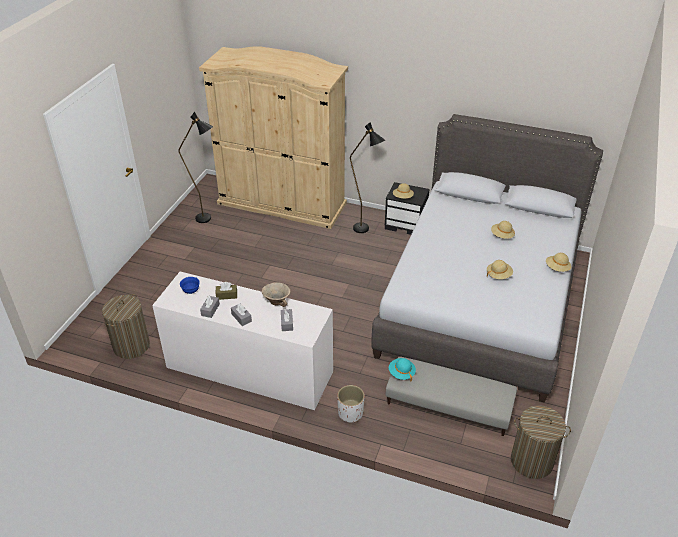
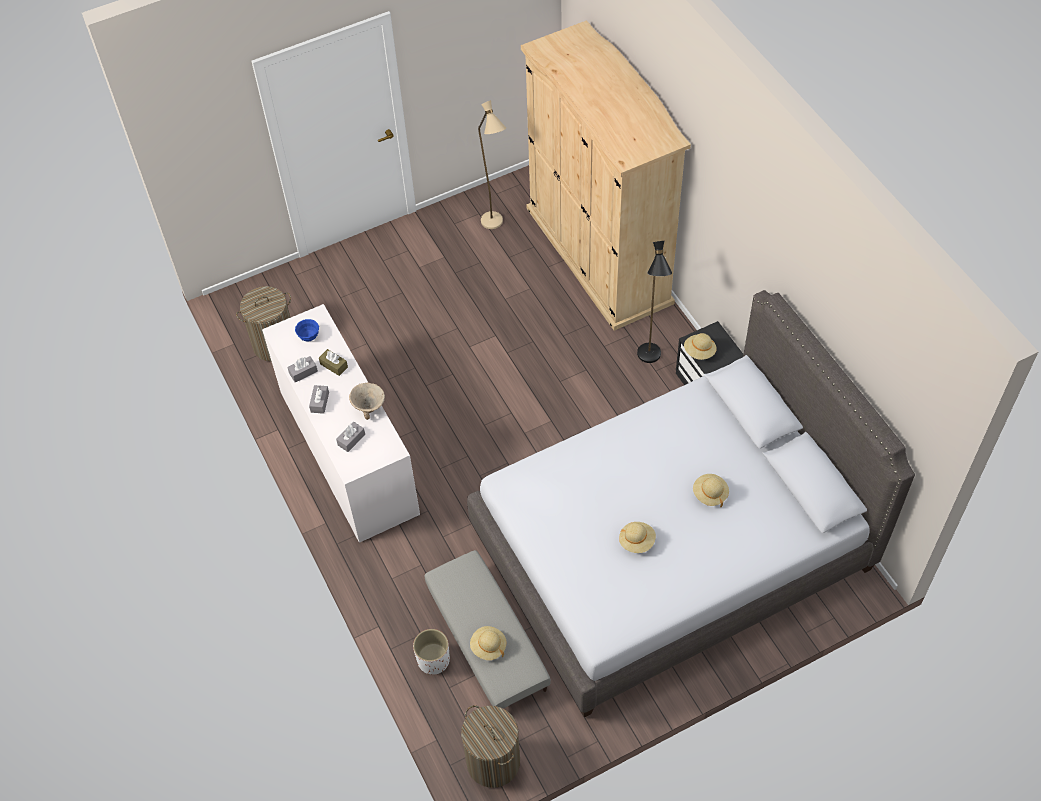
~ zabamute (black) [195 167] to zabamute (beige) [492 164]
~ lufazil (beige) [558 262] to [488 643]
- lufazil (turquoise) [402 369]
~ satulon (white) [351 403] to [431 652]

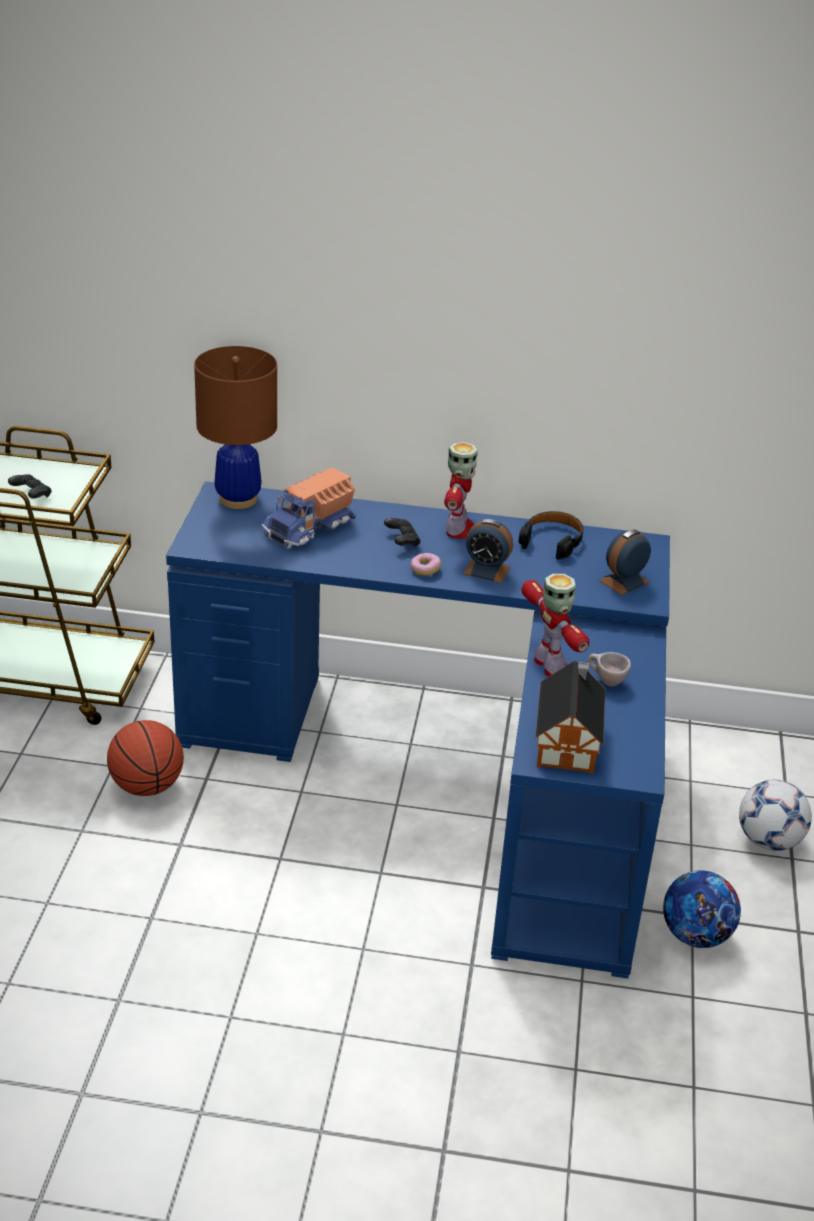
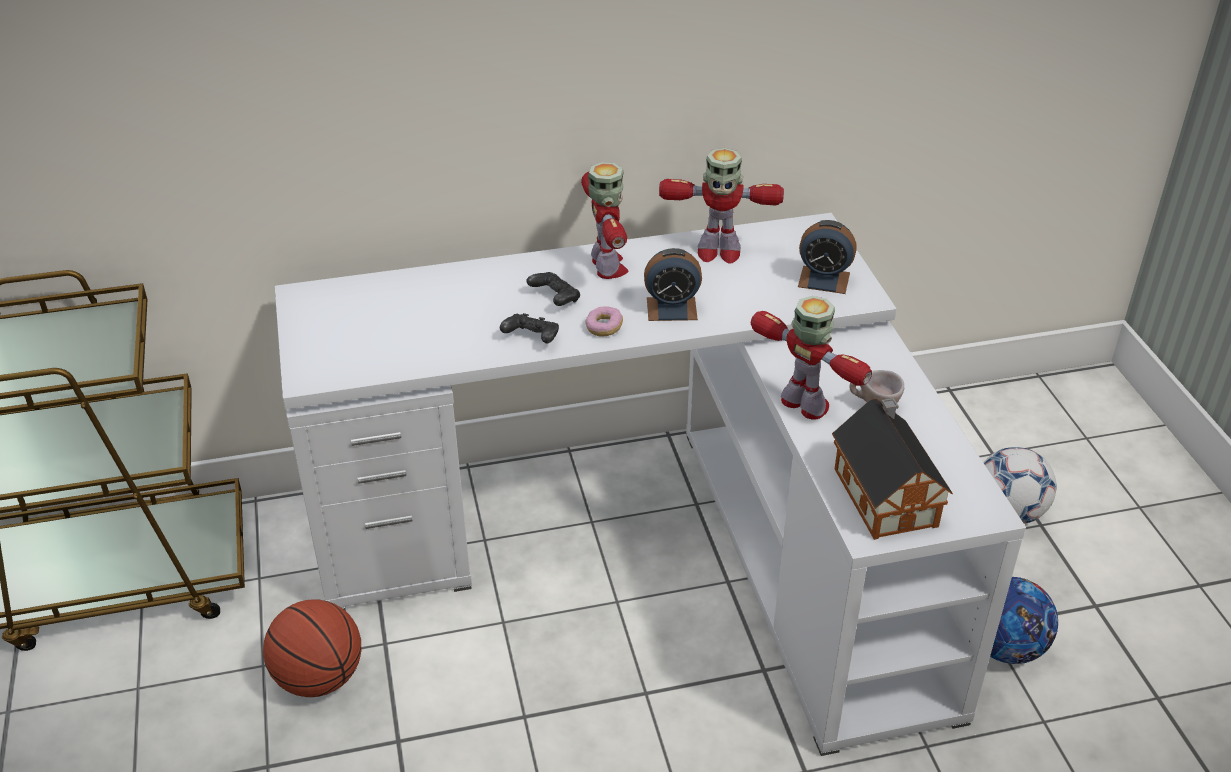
- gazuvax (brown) [235 427]
- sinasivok [308 508]
~ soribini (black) [30 486] to [529 328]
~ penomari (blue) [418 729] to penomari (white) [650 484]
~ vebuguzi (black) [551 535] to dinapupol [721 206]
~ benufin [625 562] = [827 257] 105 degrees counterclockwise

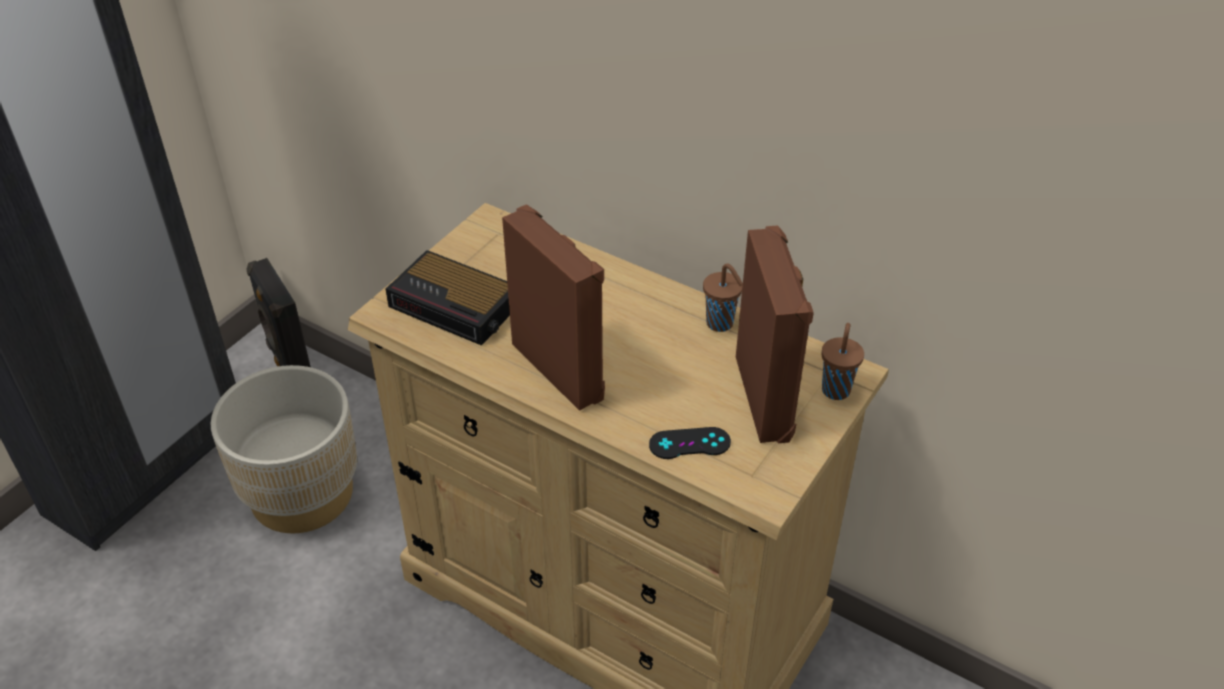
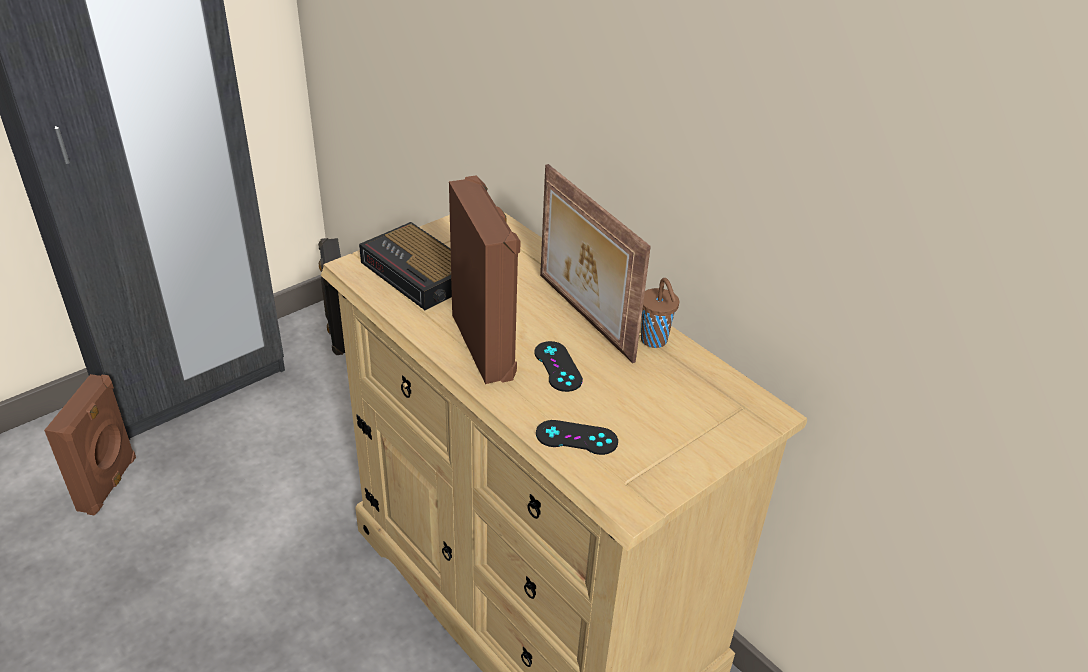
~ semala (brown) [775 334] to [90 444]
- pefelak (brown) [843 361]
- satulon (beige) [284 449]
+ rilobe [595 263]
+ soribini (black) [558 366]

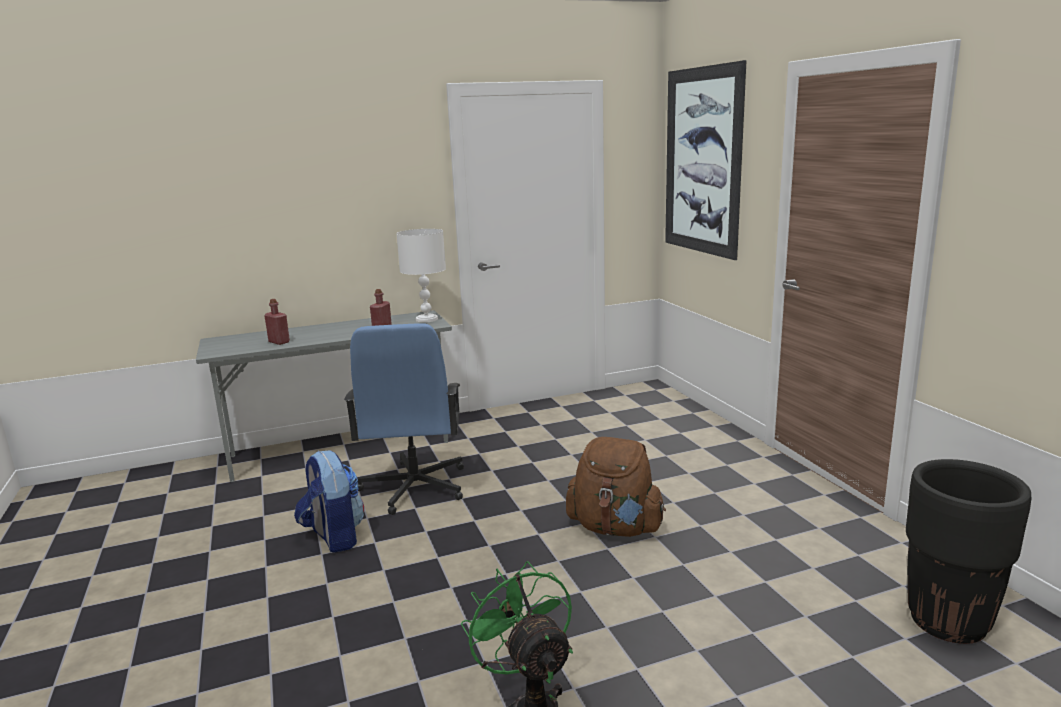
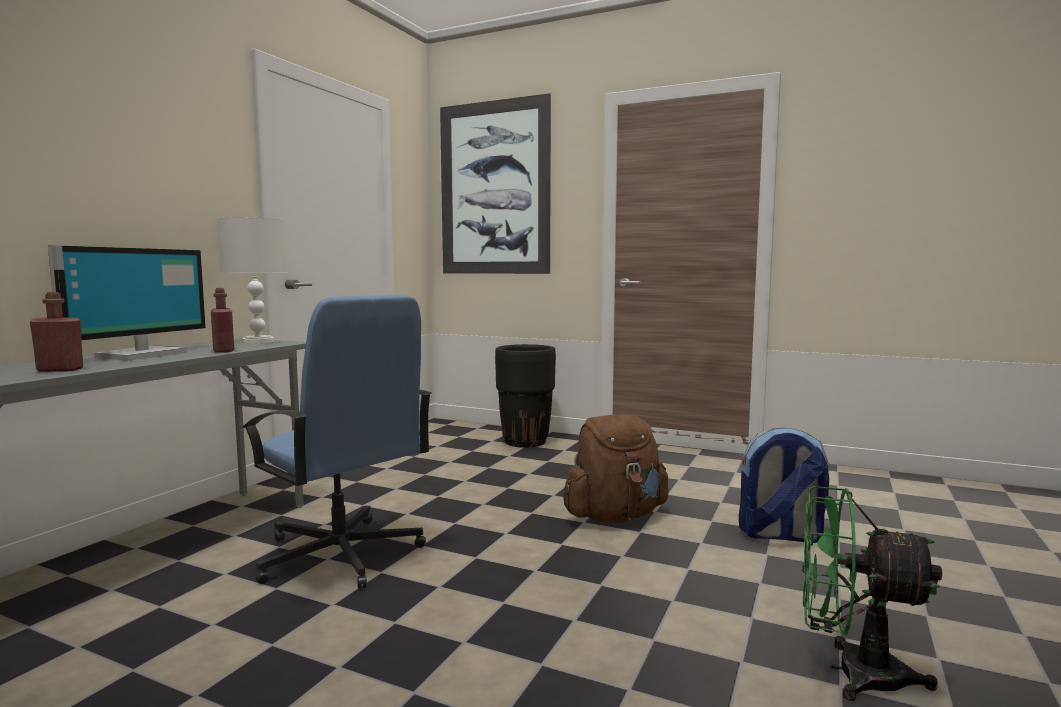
~ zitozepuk [329 501] to [784 485]
~ satulon (black) [968 551] to [525 396]
+ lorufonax [127 303]

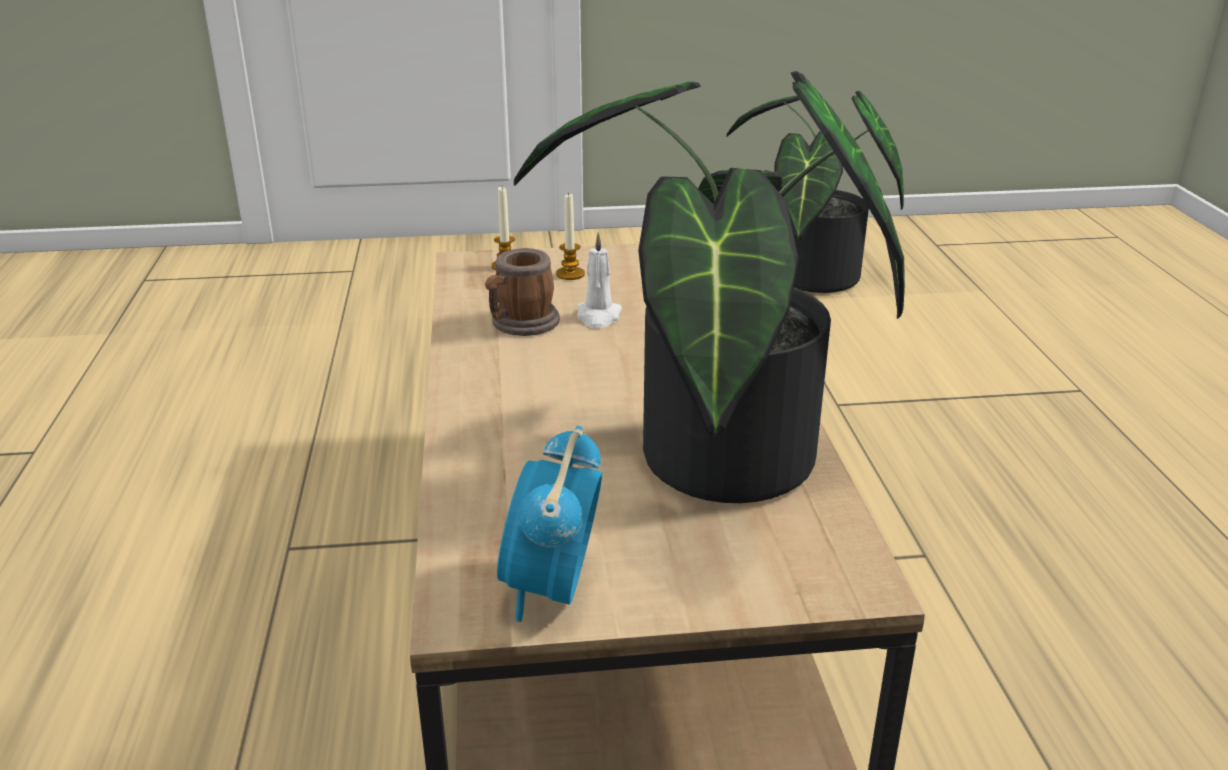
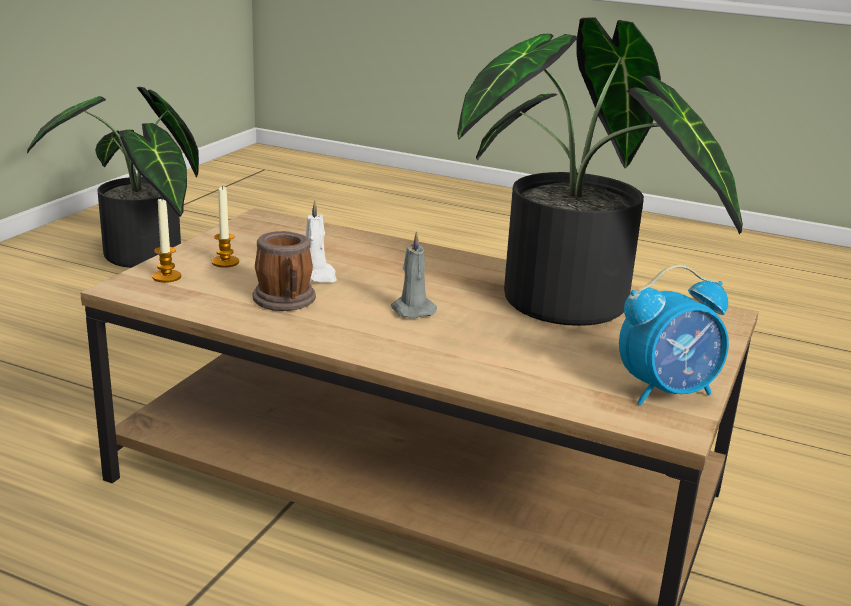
~ benufin [550 524] = [674 334] 60 degrees counterclockwise
+ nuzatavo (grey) [414 274]

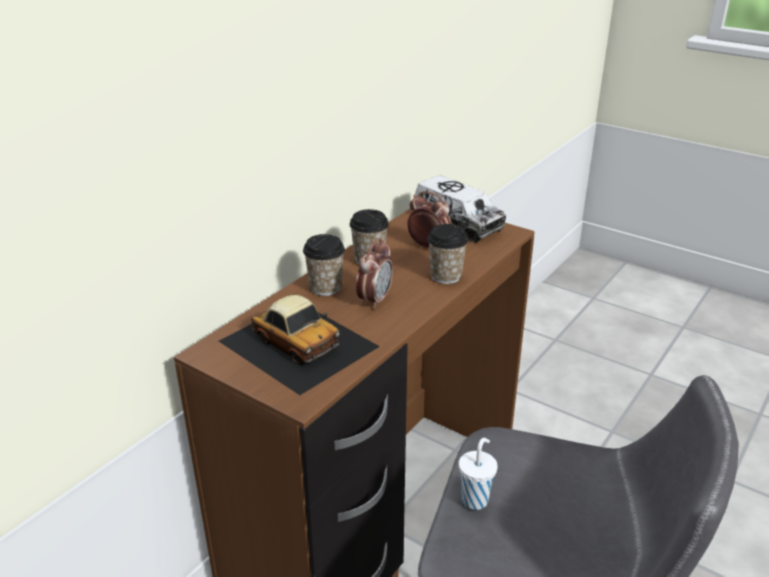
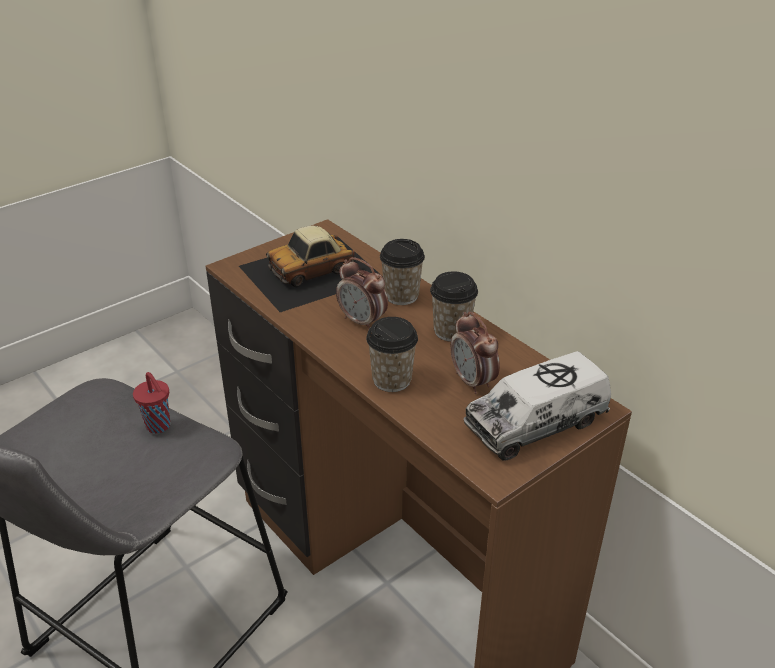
~ benufin [429 219] = [475 353] 105 degrees clockwise
~ pefelak (white) [478 474] to pefelak (red) [151 402]

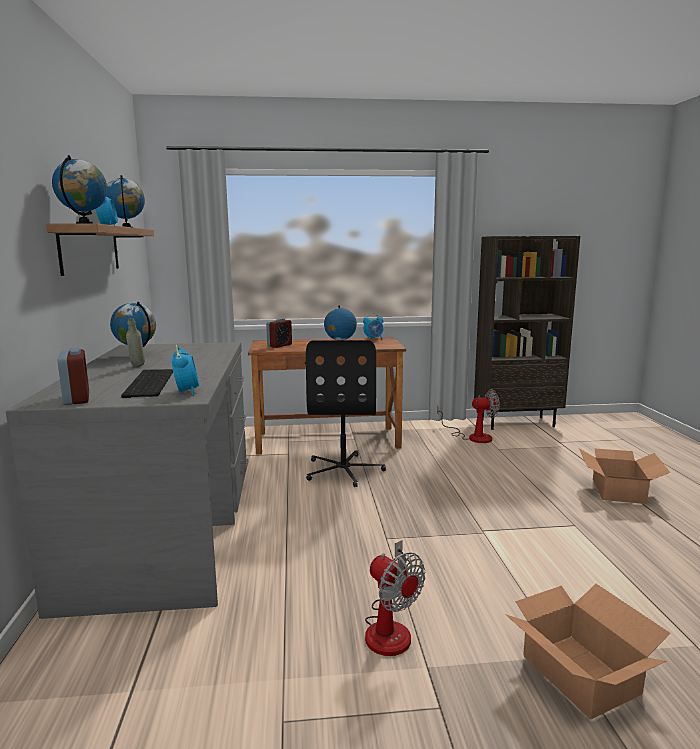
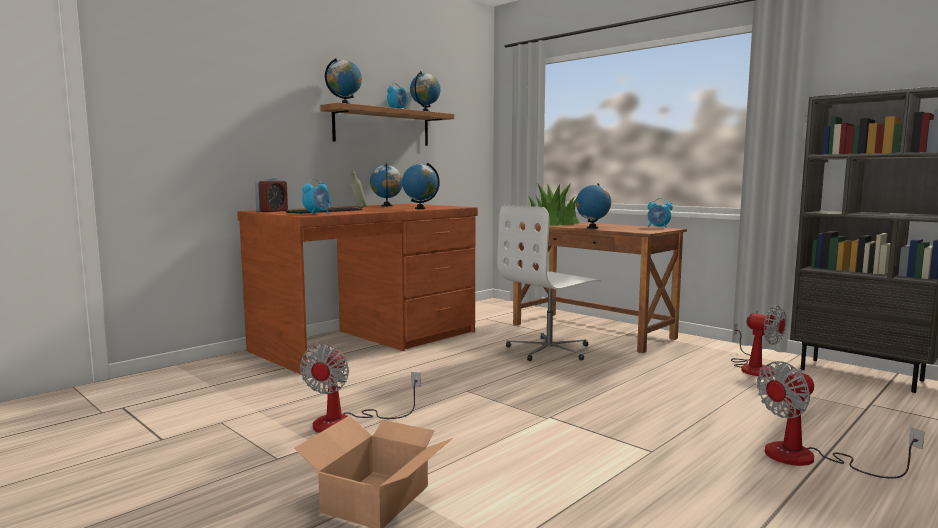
~ benufin [279 333] to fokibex [554 204]
~ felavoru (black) [346 413] to felavoru (white) [549 283]
~ penomari (grey) [127 480] to penomari (brown) [357 289]
~ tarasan [624 476] to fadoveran [841 420]
+ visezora [421 186]

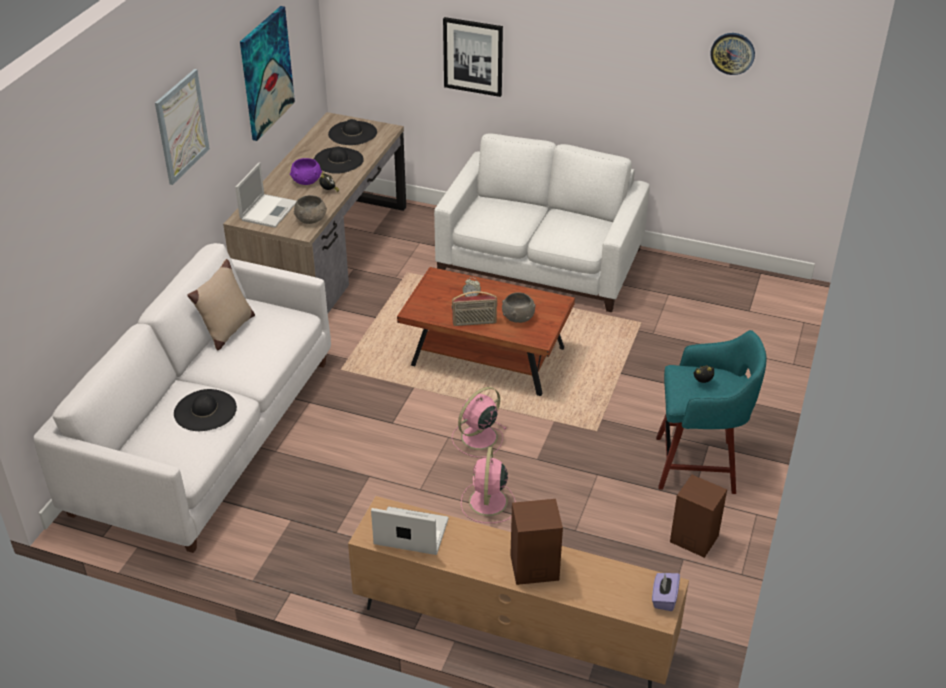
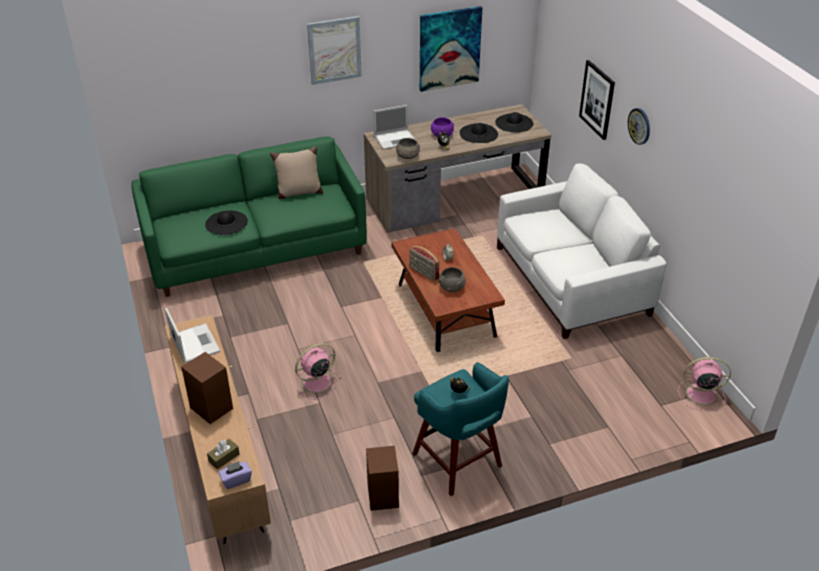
~ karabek [732 54] to [639 126]
~ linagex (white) [182 398] to linagex (green) [249 216]
~ fadoveran (pink) [479 422] to [704 383]
+ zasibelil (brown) [223 454]

